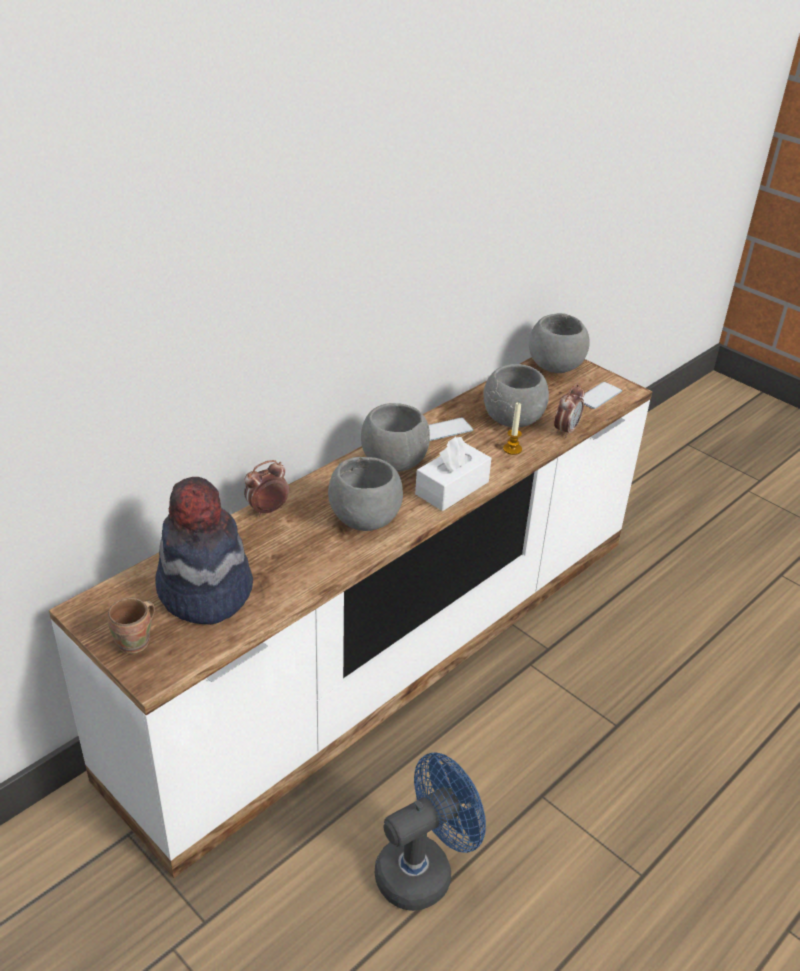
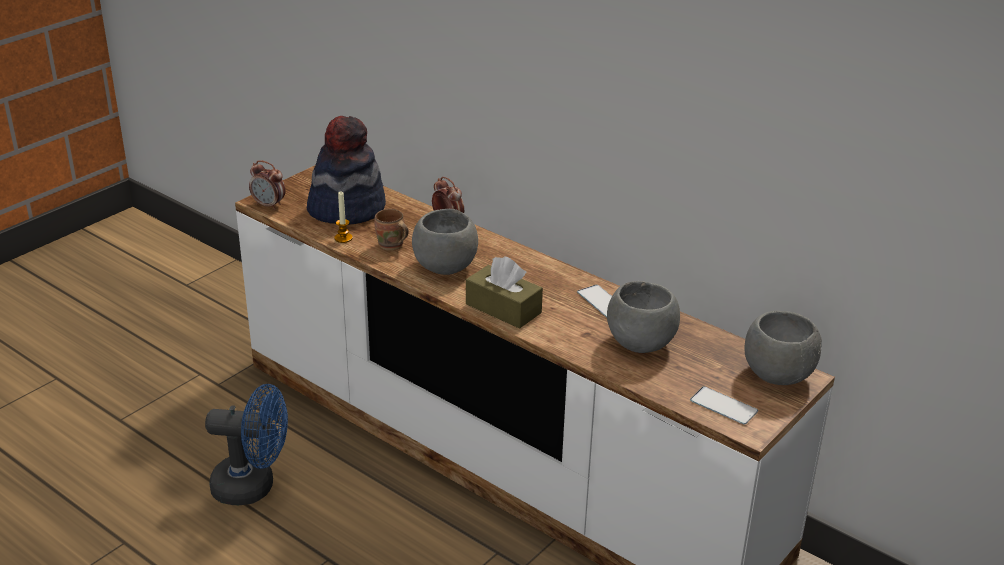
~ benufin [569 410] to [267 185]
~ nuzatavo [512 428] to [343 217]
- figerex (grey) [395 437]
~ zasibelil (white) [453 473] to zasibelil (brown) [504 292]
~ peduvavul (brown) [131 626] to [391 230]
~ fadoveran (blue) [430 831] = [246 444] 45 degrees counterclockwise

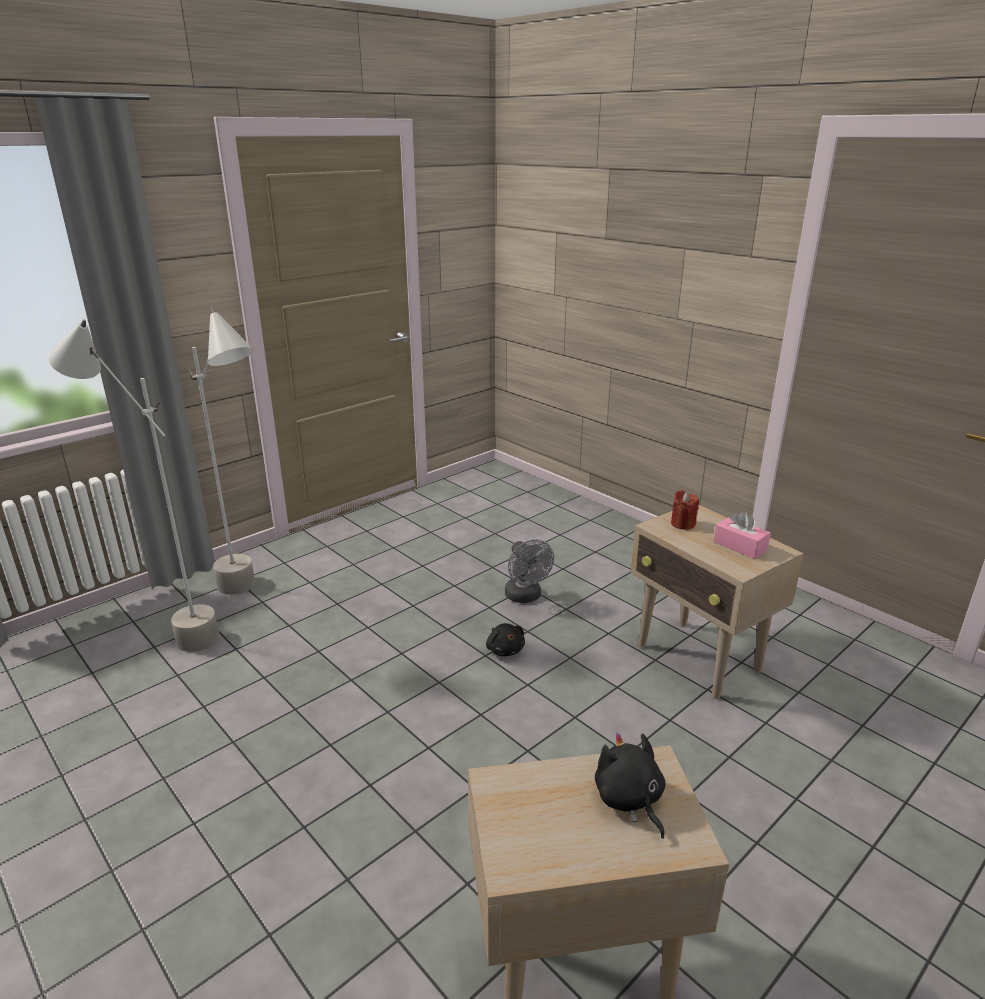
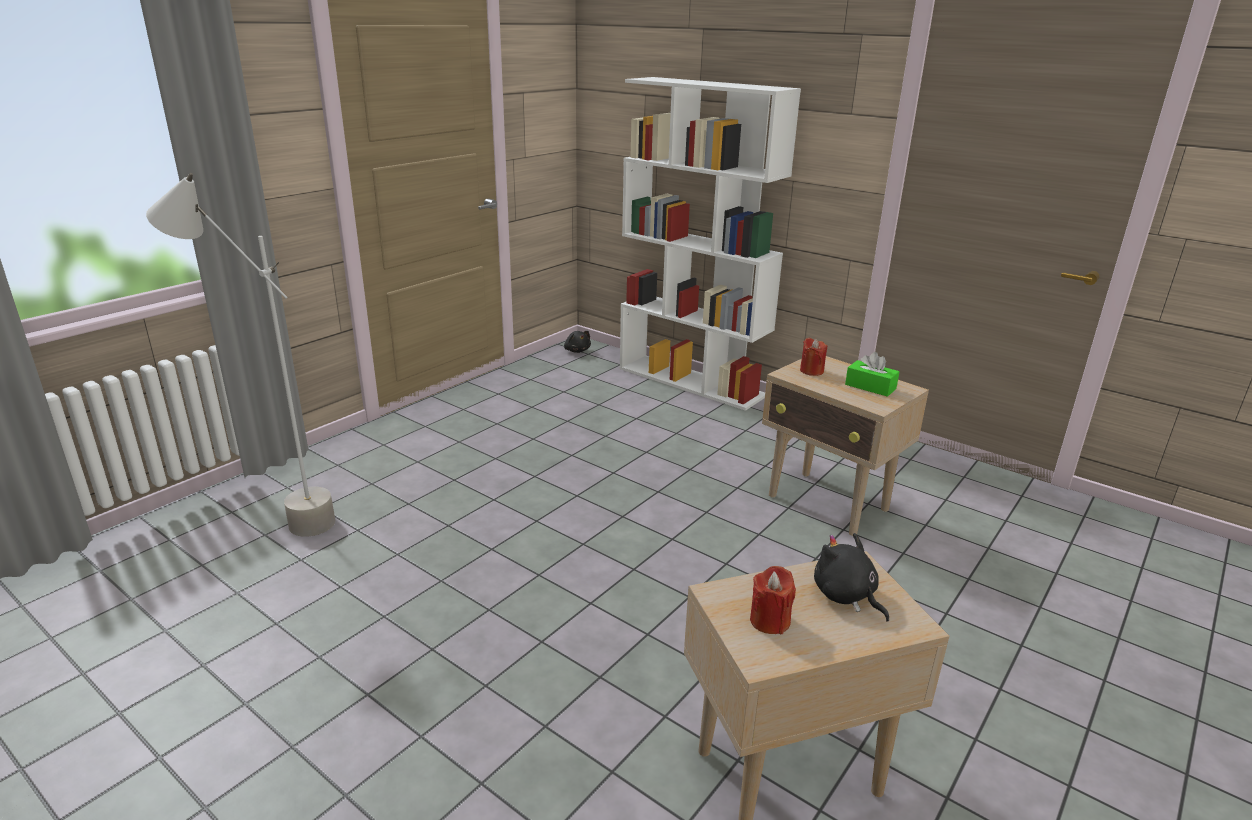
- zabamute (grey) [222 451]
~ zasibelil (pink) [742 535] to zasibelil (green) [872 374]
- fadoveran (grey) [529 571]
~ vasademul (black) [505 639] to [577 342]
+ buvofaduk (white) [710 244]
+ nuzatavo (red) [773 600]

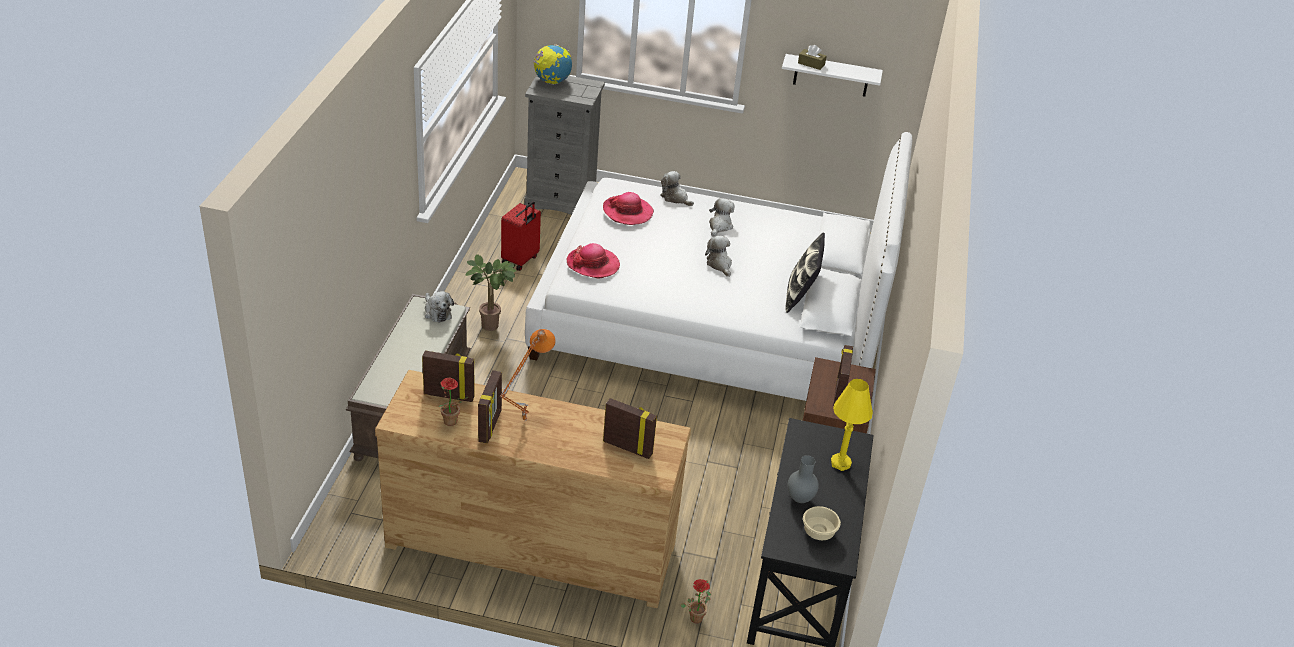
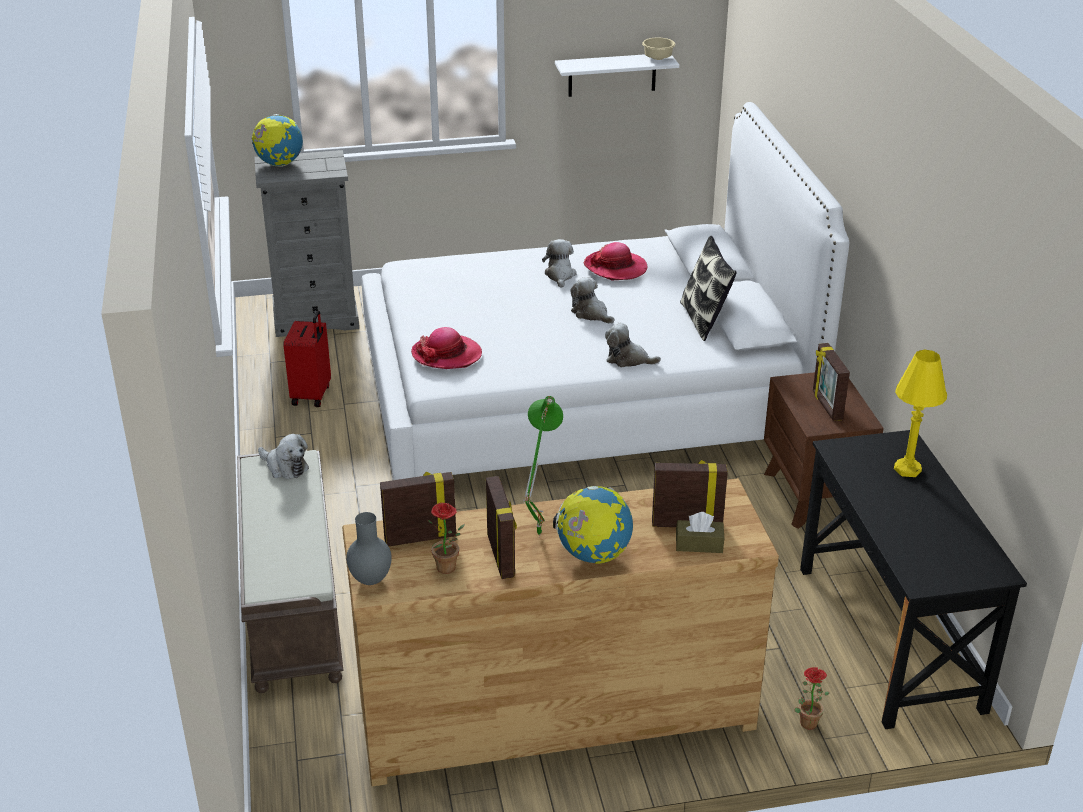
~ zasibelil (brown) [812 57] to [700 532]
~ vasademul [677 188] to [633 345]
~ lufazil [628 208] to [615 261]
- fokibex [490 292]
~ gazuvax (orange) [527 375] to gazuvax (green) [543 466]
~ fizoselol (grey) [803 479] to [369 548]
~ figerex (beige) [822 523] to [658 49]
+ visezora [593 525]

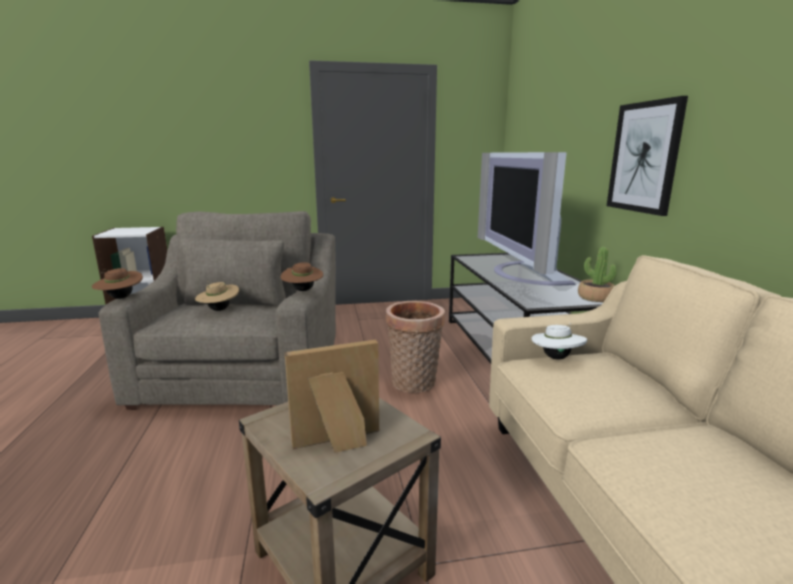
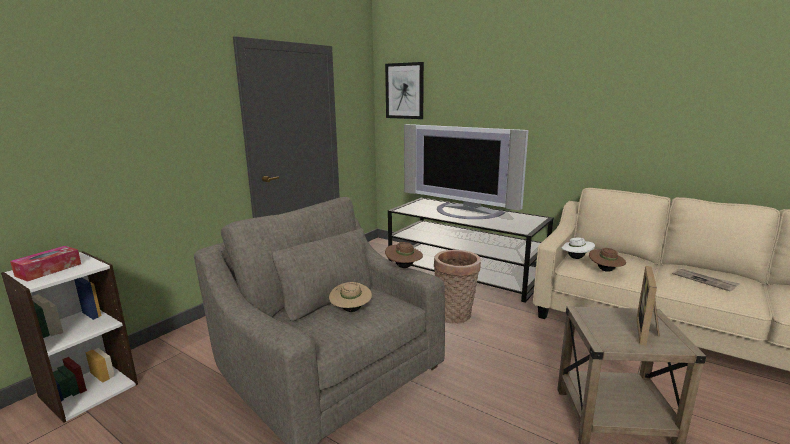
~ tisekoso [647 156] to [404 90]
- fokibex [597 274]
~ lufazil (brown) [117 283] to [607 260]
+ zasibelil [45 264]
+ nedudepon [706 280]

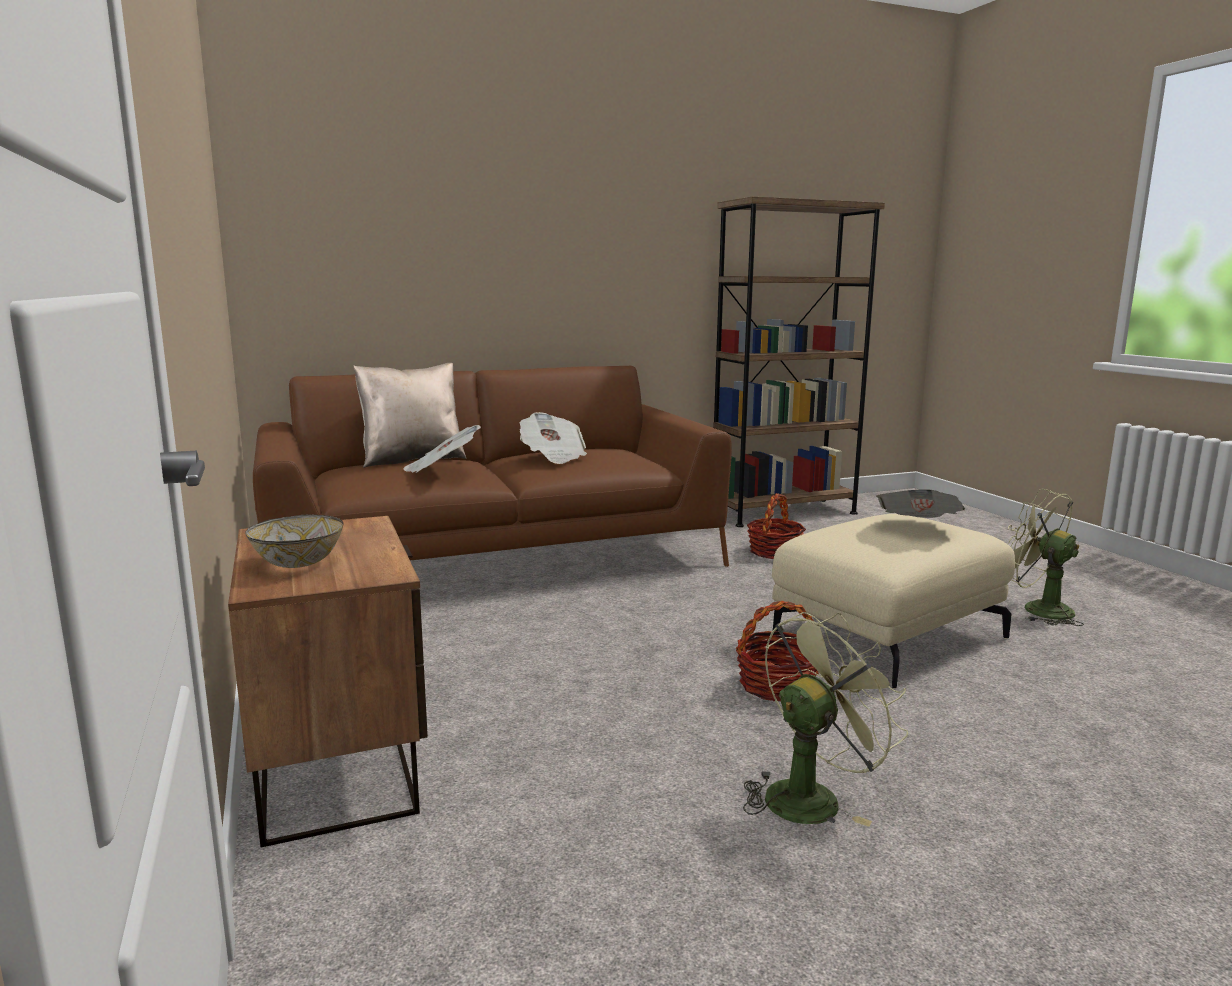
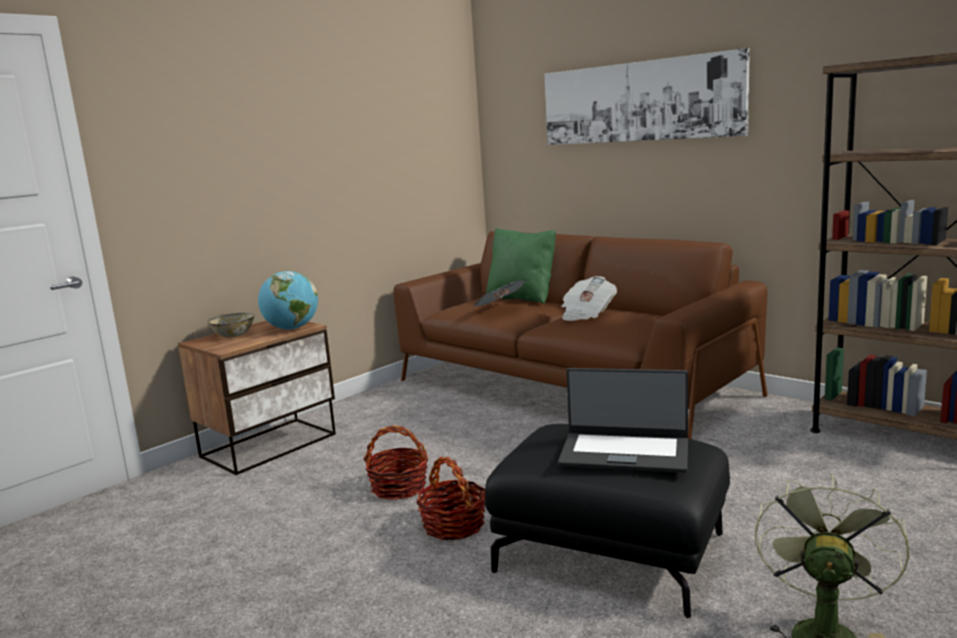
~ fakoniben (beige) [409 415] to fakoniben (green) [521 266]
~ nedudepon [920 503] to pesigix [623 420]
~ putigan [776 526] to [396 462]
~ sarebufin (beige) [893 601] to sarebufin (black) [607 521]
- fadoveran (green) [825 719]
+ tisekoso [647 96]
+ visezora [288 300]

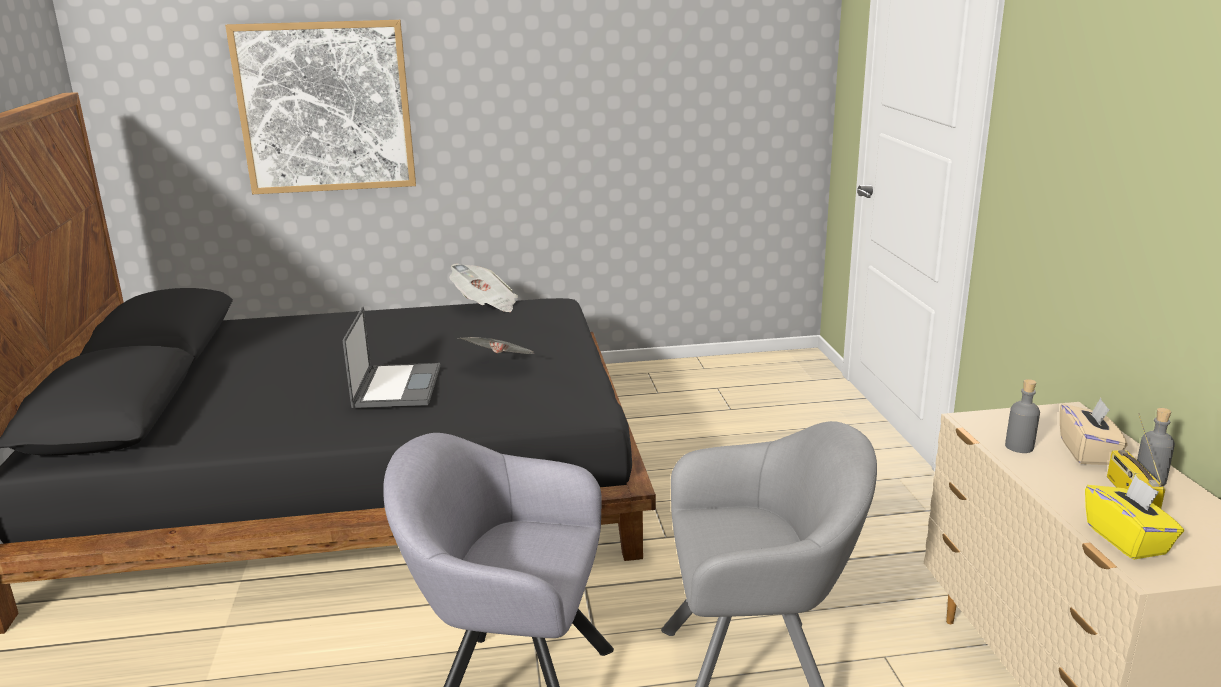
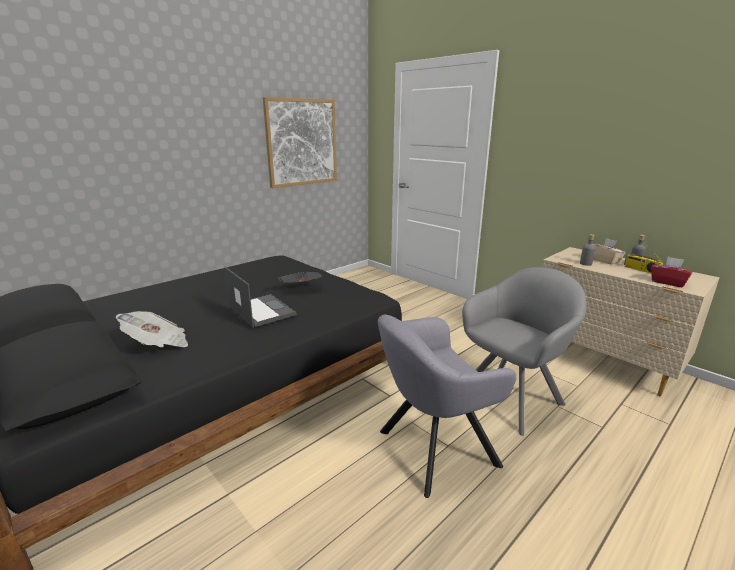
~ tisekoso [320 107] to [300 142]
~ nedudepon [483 288] to [152 329]
~ zasibelil (yellow) [1134 517] to zasibelil (red) [672 272]

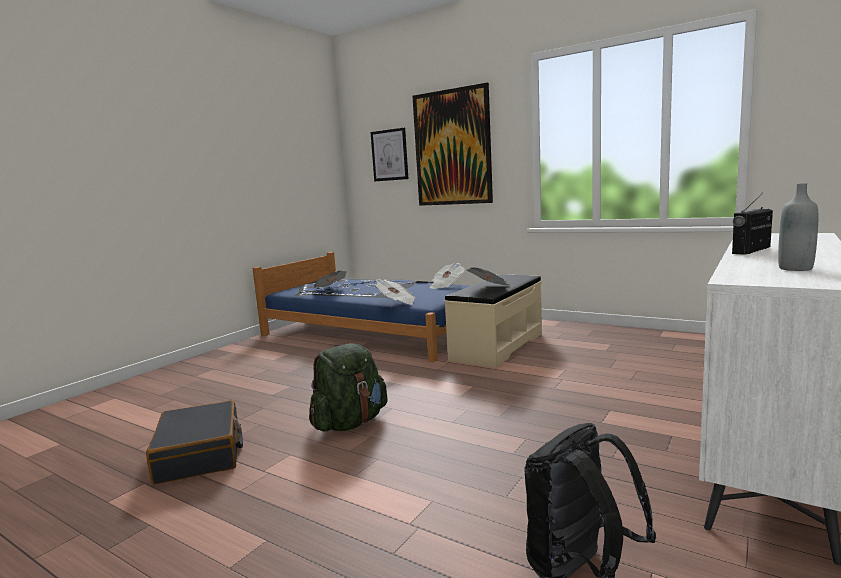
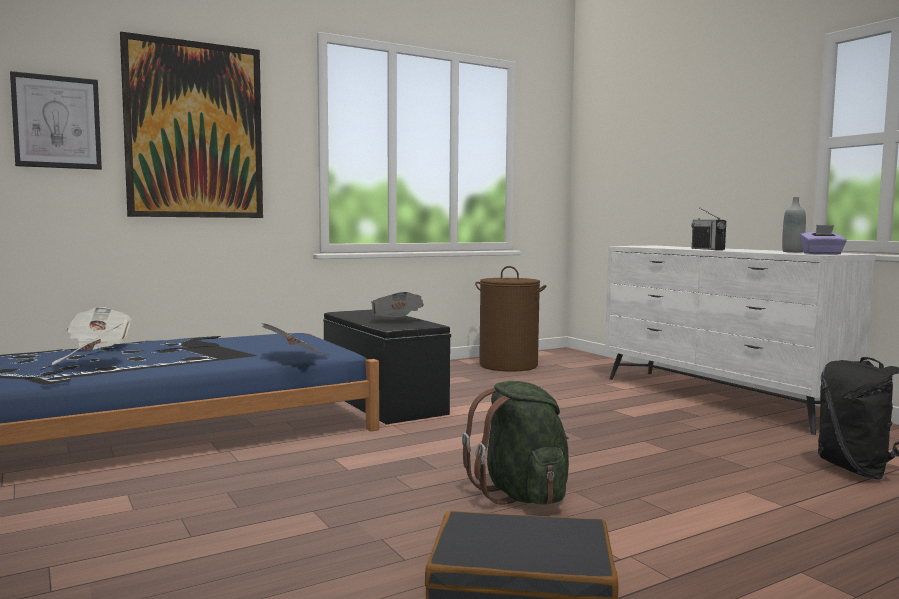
~ nedudepon [447 276] to [99 328]
~ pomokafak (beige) [493 321] to pomokafak (black) [387 366]
+ zasibelil (purple) [823 240]
+ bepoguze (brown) [510 319]

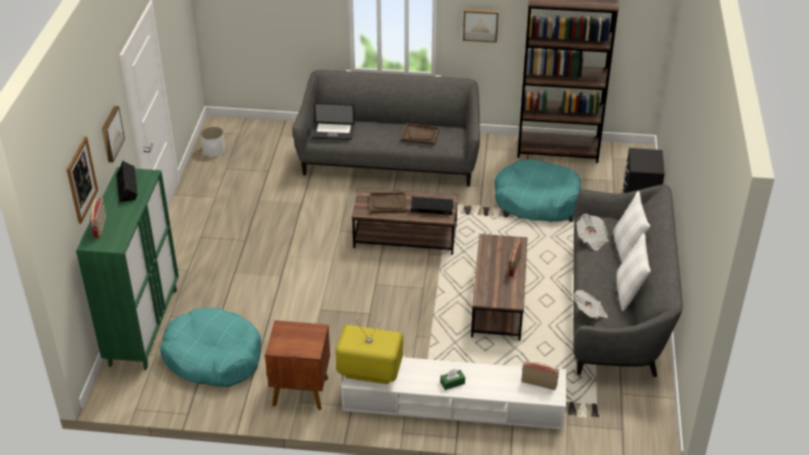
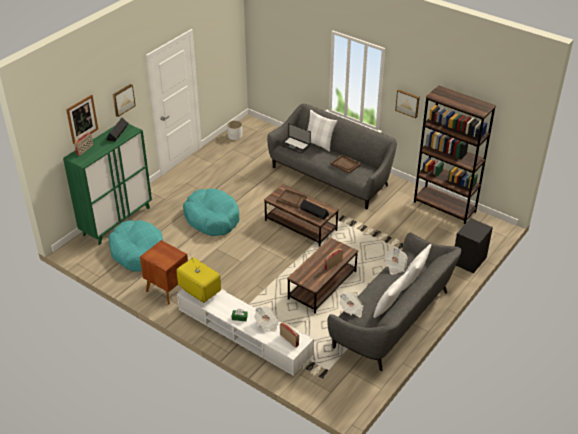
~ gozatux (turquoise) [537 190] to [211 212]
+ fakoniben (white) [322 131]
+ nedudepon [267 319]

